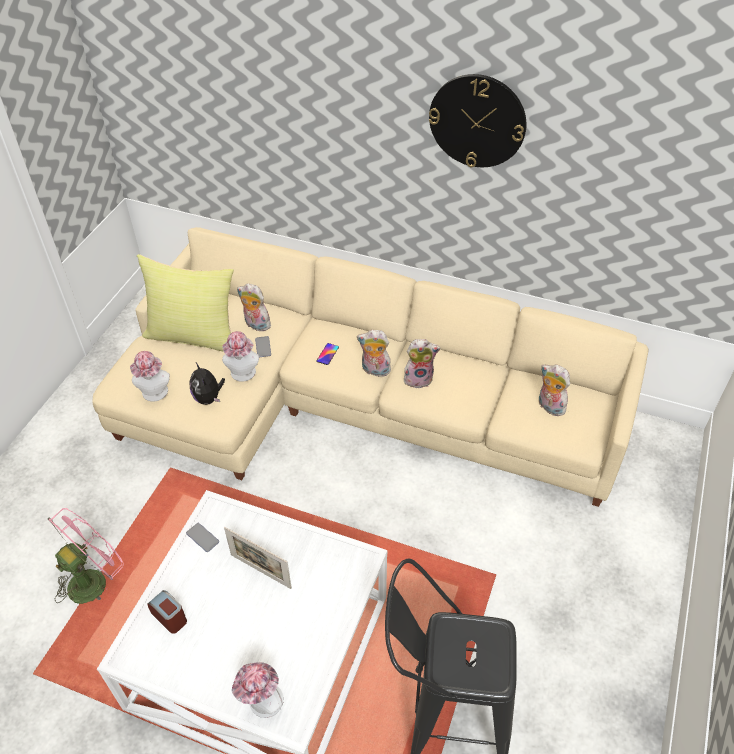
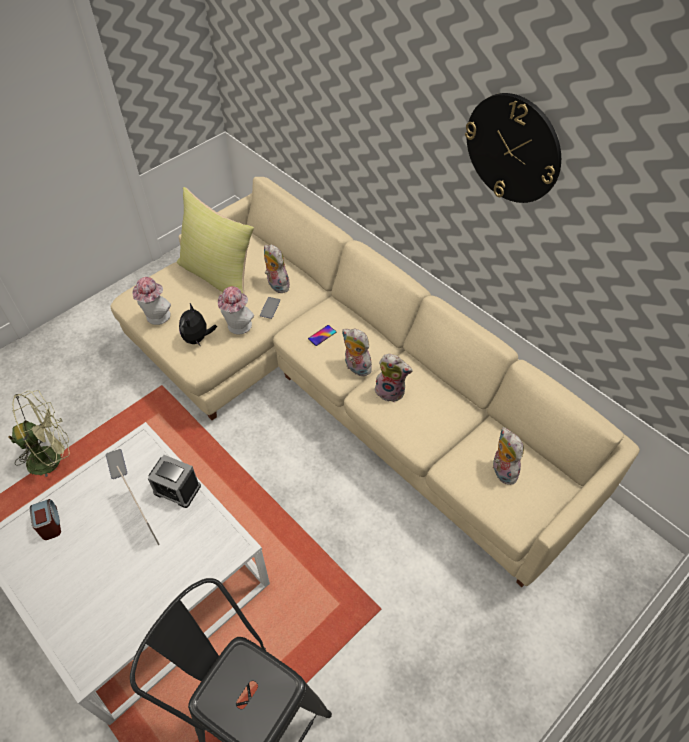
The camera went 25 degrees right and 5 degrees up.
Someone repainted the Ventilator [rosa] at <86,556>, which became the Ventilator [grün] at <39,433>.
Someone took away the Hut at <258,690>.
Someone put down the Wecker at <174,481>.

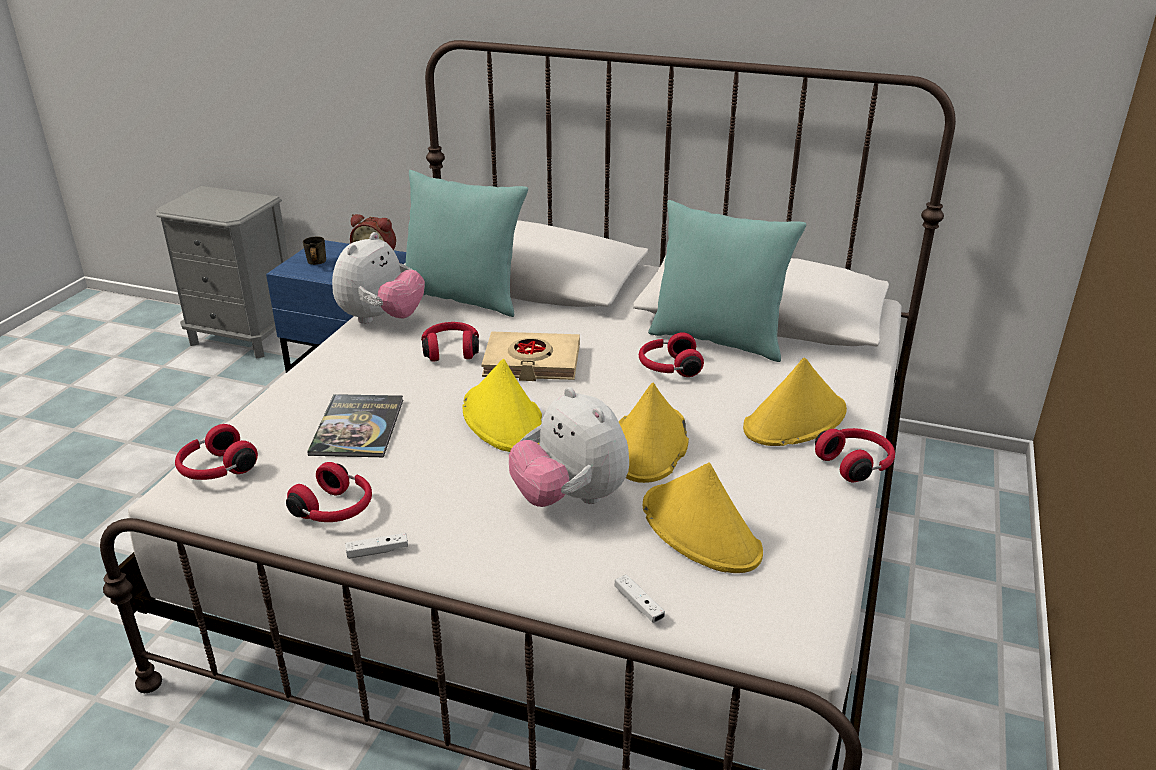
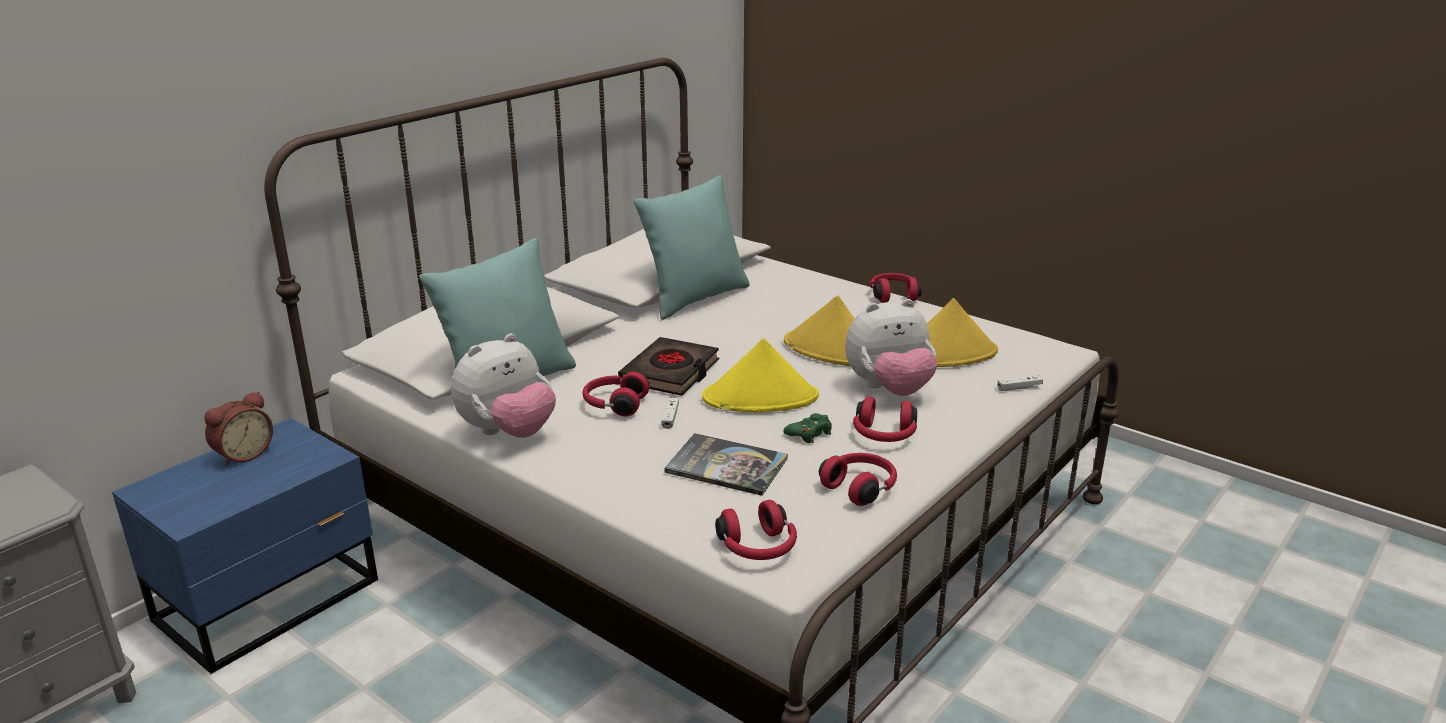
The camera went 70 degrees left and 5 degrees down.
Someone rotated the Plüschtier at <378,278> by 90 degrees clockwise.
Someone took away the Henkelbecher [grau] at <314,251>.
Someone repainted the Buch [beige] at <530,356>, which became the Buch [schwarz] at <668,366>.
Someone carried the Kopfhörer [rot] from <671,354> to <885,419>.
Someone took away the Hut [gelb] at <795,402>.
Someone carried the Gamepad [weiß] from <376,546> to <670,413>.
Someone put down the Gamepad [grün] at <808,428>.

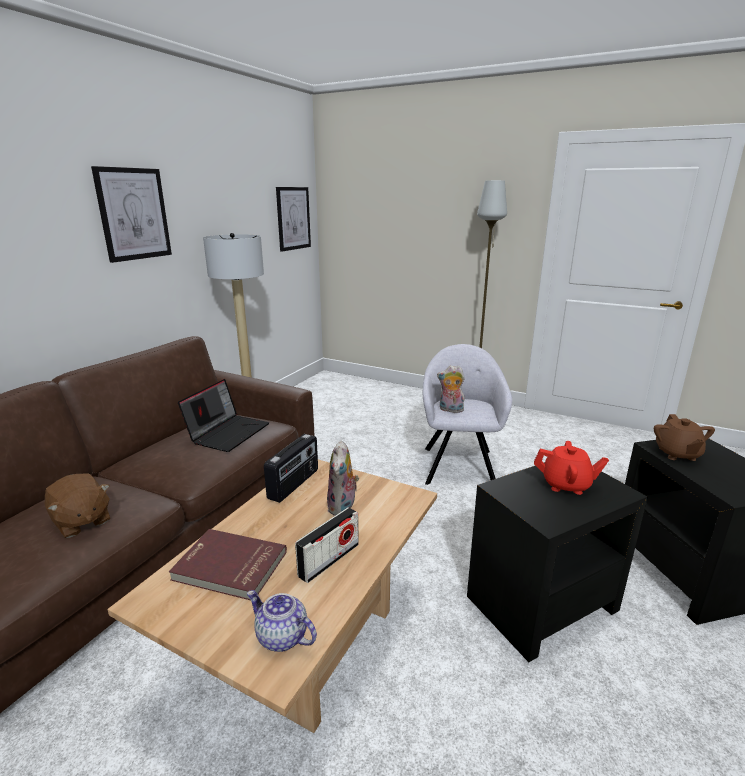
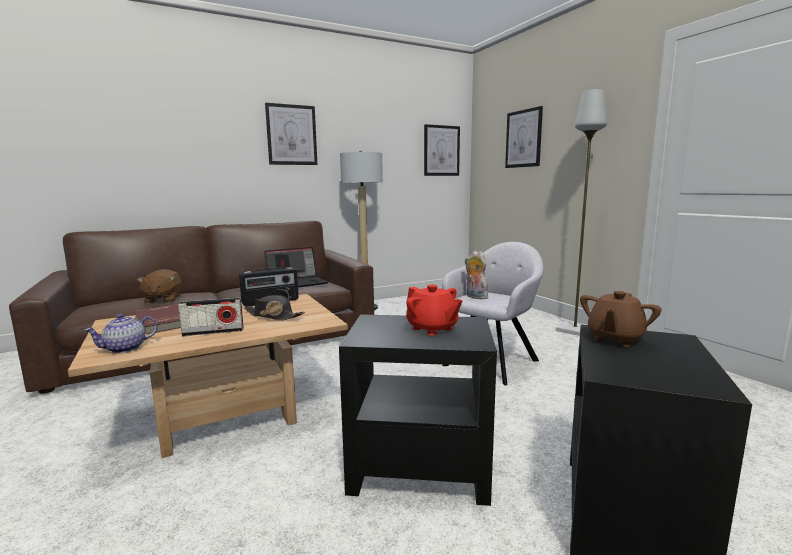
The camera went 35 degrees right and 10 degrees down.
Someone swapped the Plüschtier at <343,478> for the Hut [schwarz] at <274,304>.
Someone rotated the Teekanne at <282,621> by 105 degrees counterclockwise.
Someone put up the Bild at <524,137>.

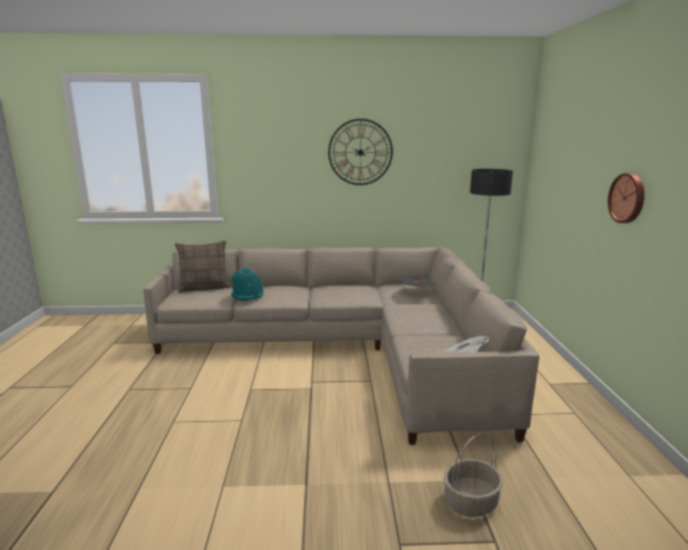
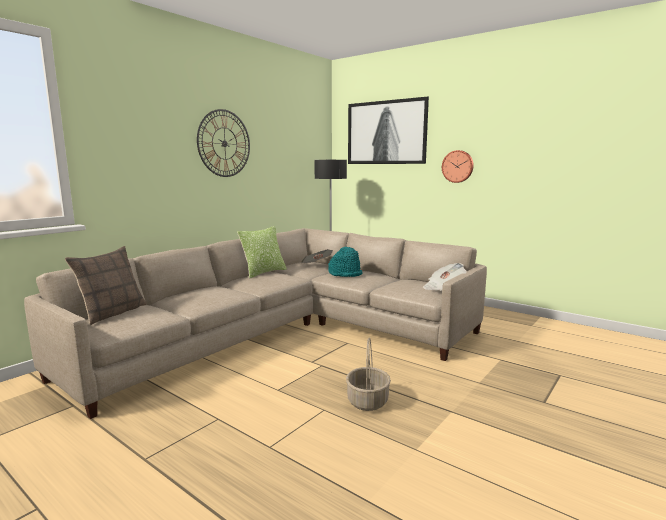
The camera went 50 degrees left and 5 degrees down.
Someone carried the Hut [türkis] from <247,284> to <345,262>.
Someone carried the Korb from <473,475> to <368,374>.
Someone put up the Bild at <388,130>.
Someone put down the Kissen at <262,252>.

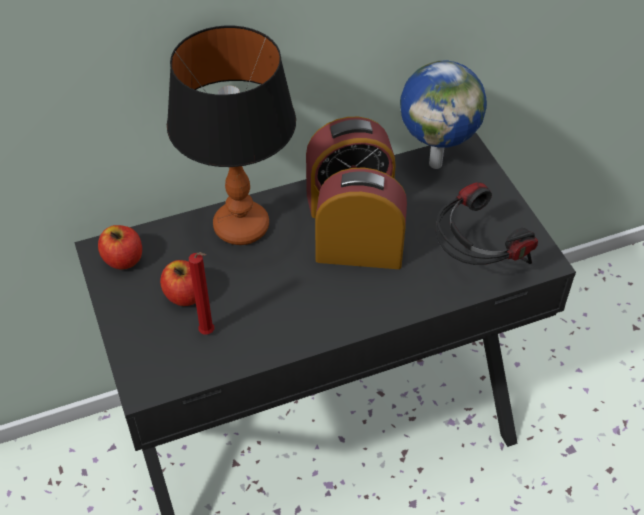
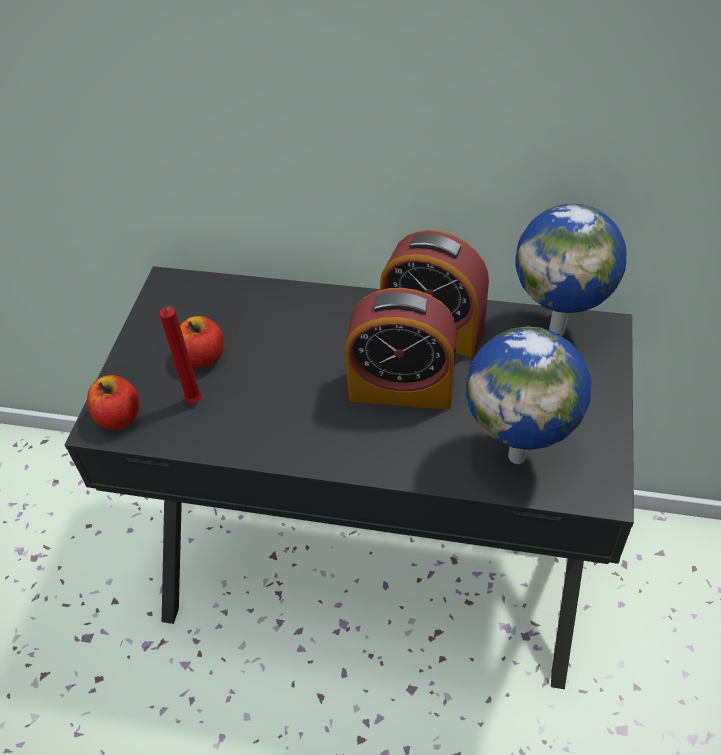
The camera went 35 degrees right and 0 degrees up.
Someone took away the Tischlampe at <231,135>.
Someone rotated the Wecker at <361,218> by 150 degrees clockwise.
Someone swapped the Kopfhörer at <486,223> for the Globus at <528,395>.
Someone carried the Apfel from <120,247> to <113,402>.

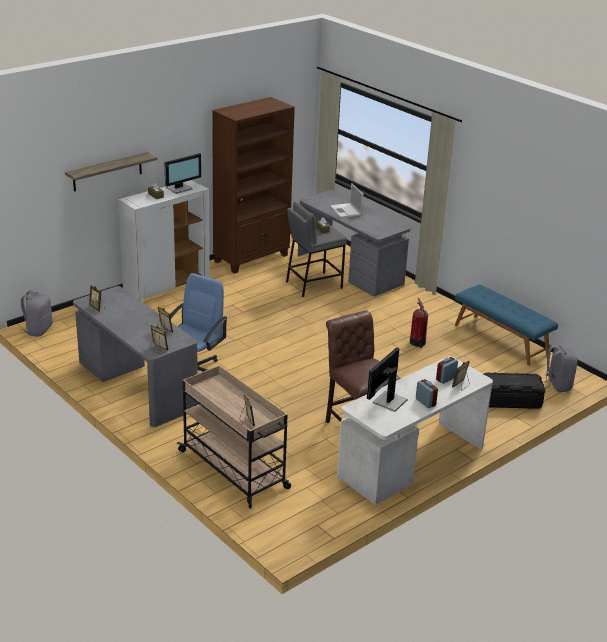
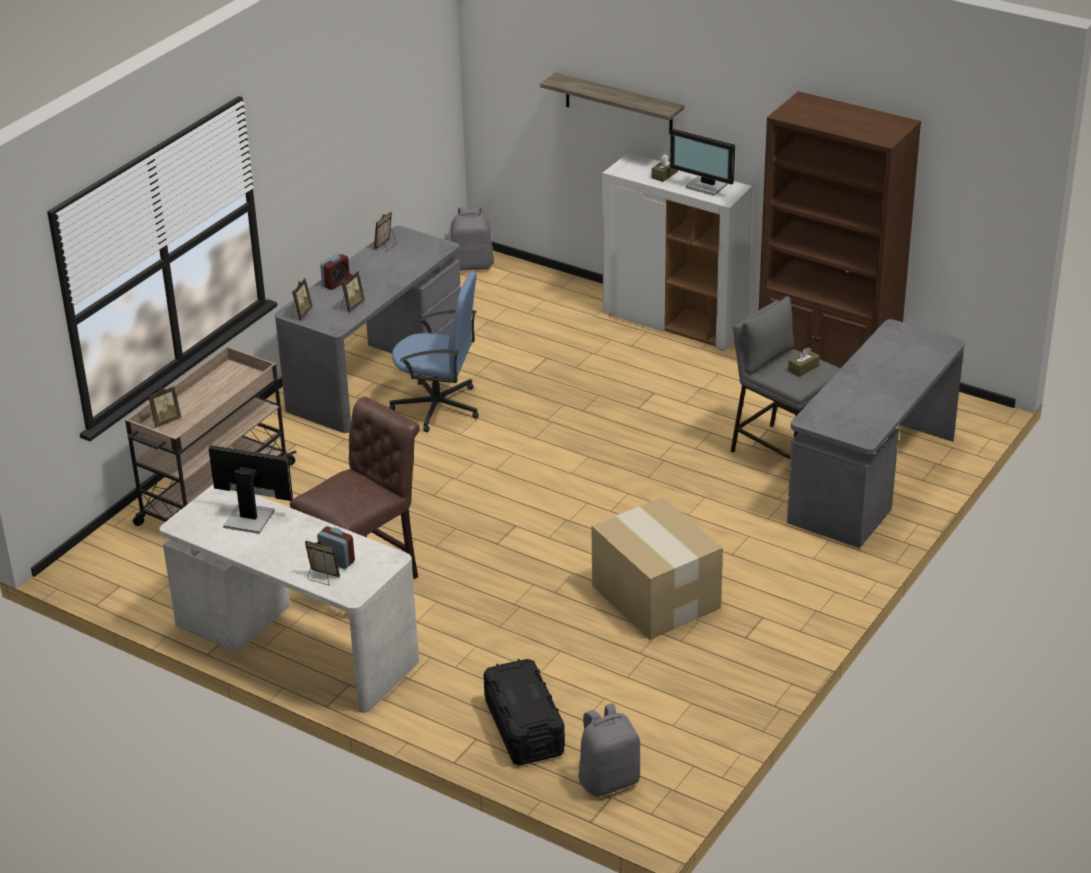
The camera went 75 degrees right and 5 degrees up.
Someone took away the Laptop at <347,200>.
Someone took away the Bank [blau] at <506,325>.
Someone swapped the Feuerlöscher at <419,323> for the Karton at <657,568>.
Someone carried the Wecker from <427,393> to <335,271>.

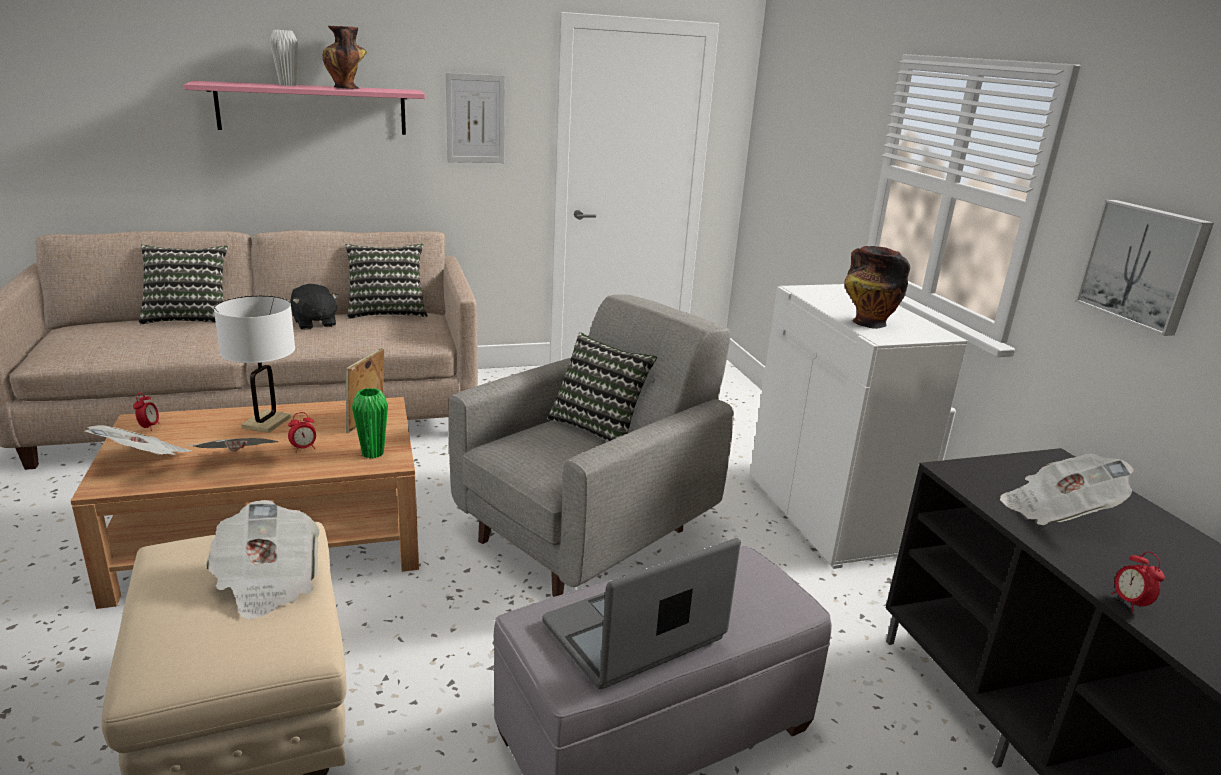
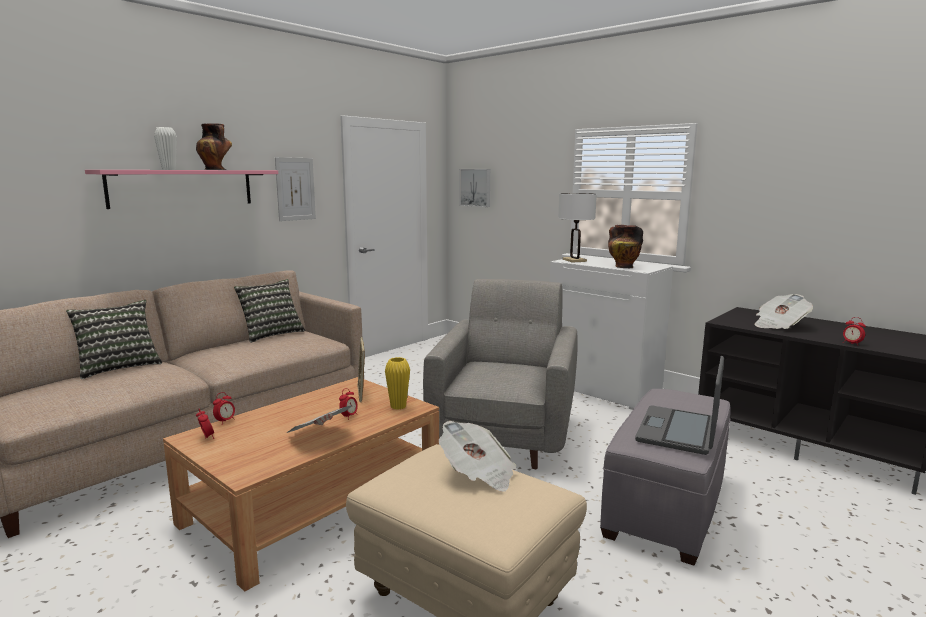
The camera went 30 degrees left and 10 degrees down.
Someone carried the Bild from <1144,268> to <474,188>.
Someone took away the Plüschtier [schwarz] at <314,307>.
Someone carried the Tischlampe [weiß] from <254,364> to <577,228>.
Someone took away the Kissen at <602,386>.
Someone repainted the Vase [grün] at <370,423>, which became the Vase [gelb] at <397,383>.
Someone took away the Zeitung at <138,440>.
Someone put down the Wecker at <224,408>.

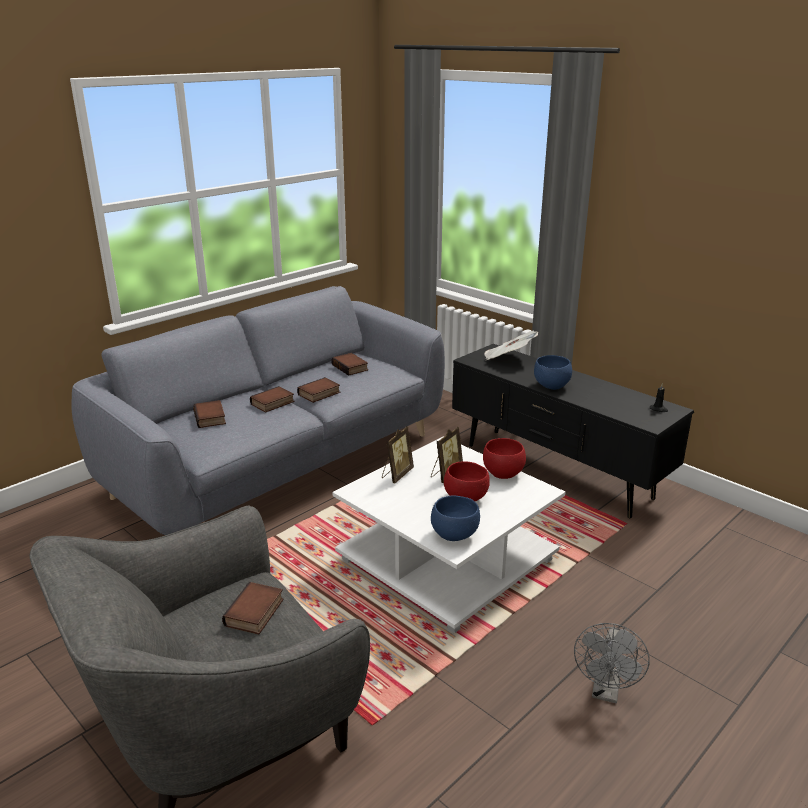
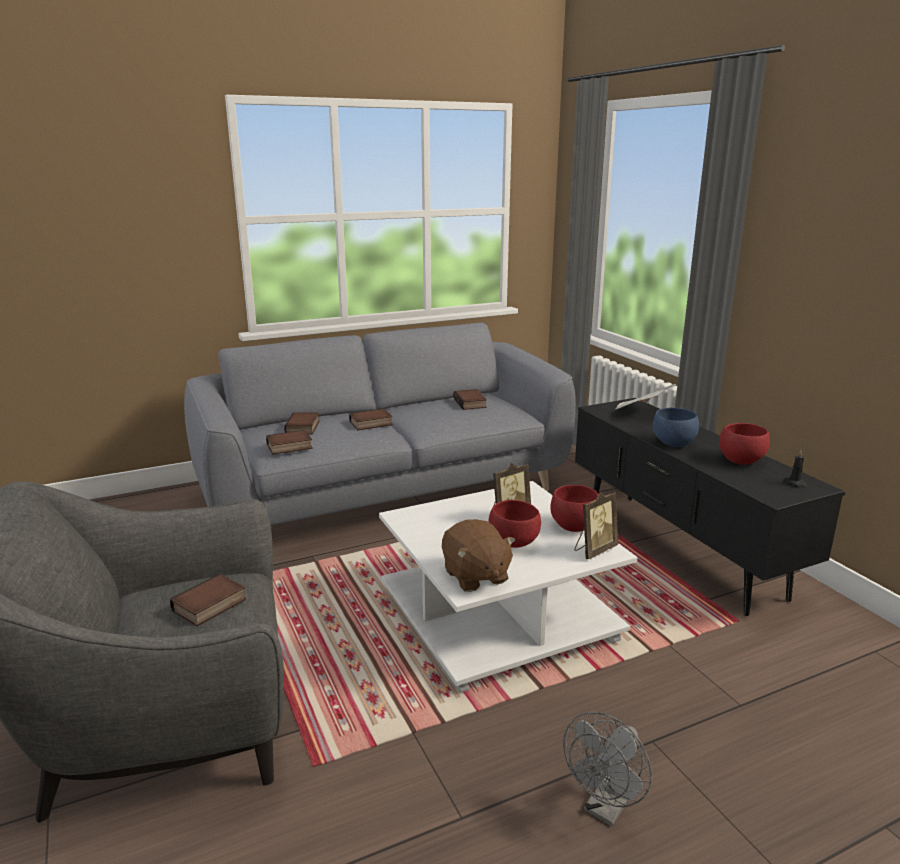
The camera went 20 degrees right and 5 degrees down.
Someone carried the Buch from <318,390> to <289,442>.
Someone carried the Bilderrahmen from <398,454> to <596,525>.
Someone swapped the Schüssel [blau] at <455,518> for the Plüschtier [braun] at <478,555>.
Someone put down the Schüssel [rot] at <744,444>.

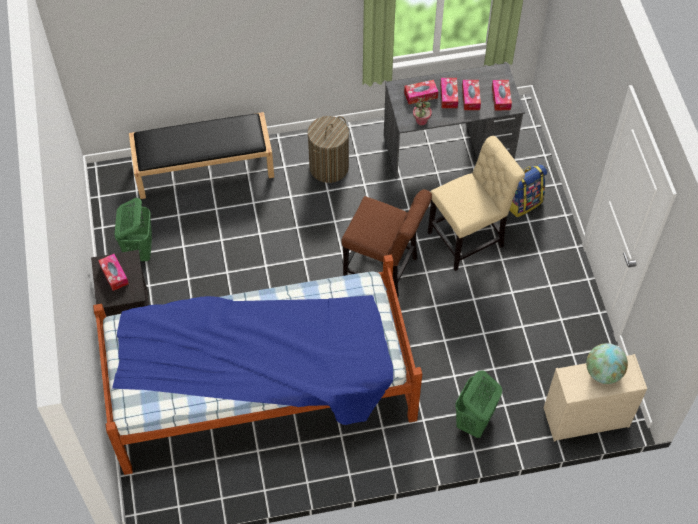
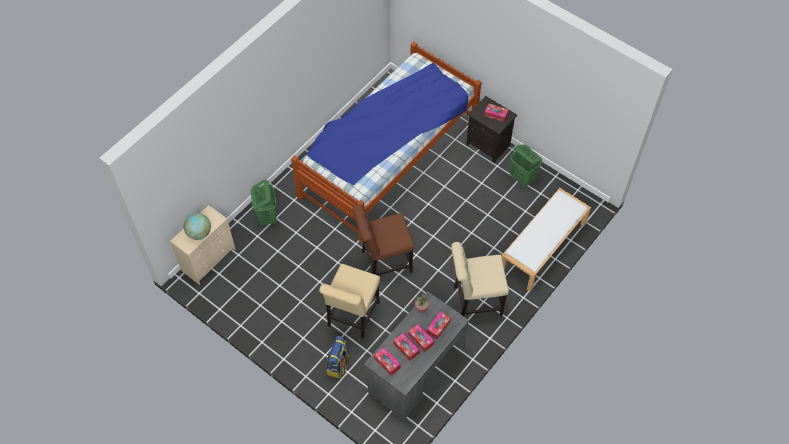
The camera went 140 degrees right and 0 degrees up.
Someone repainted the Bank [schwarz] at <201,155>, which became the Bank [weiß] at <546,240>.
Someone swapped the Wäschekorb at <328,149> for the Stuhl [beige] at <480,279>.

